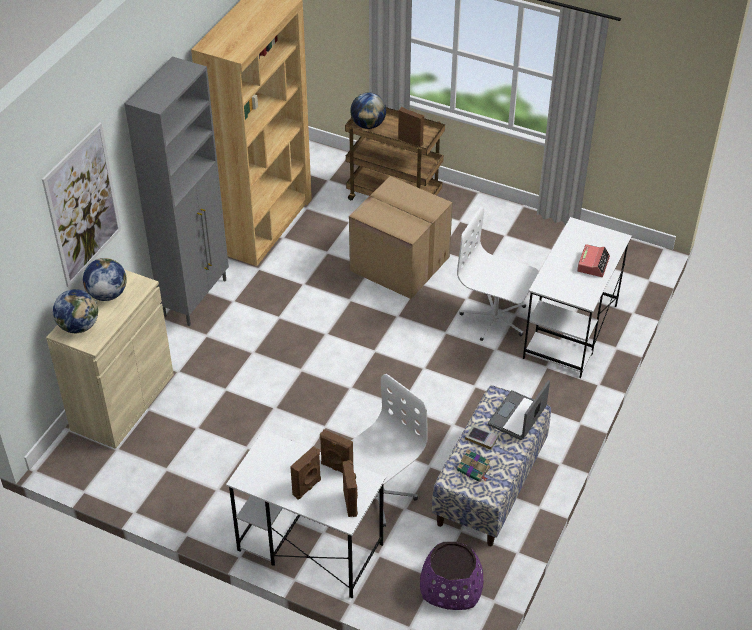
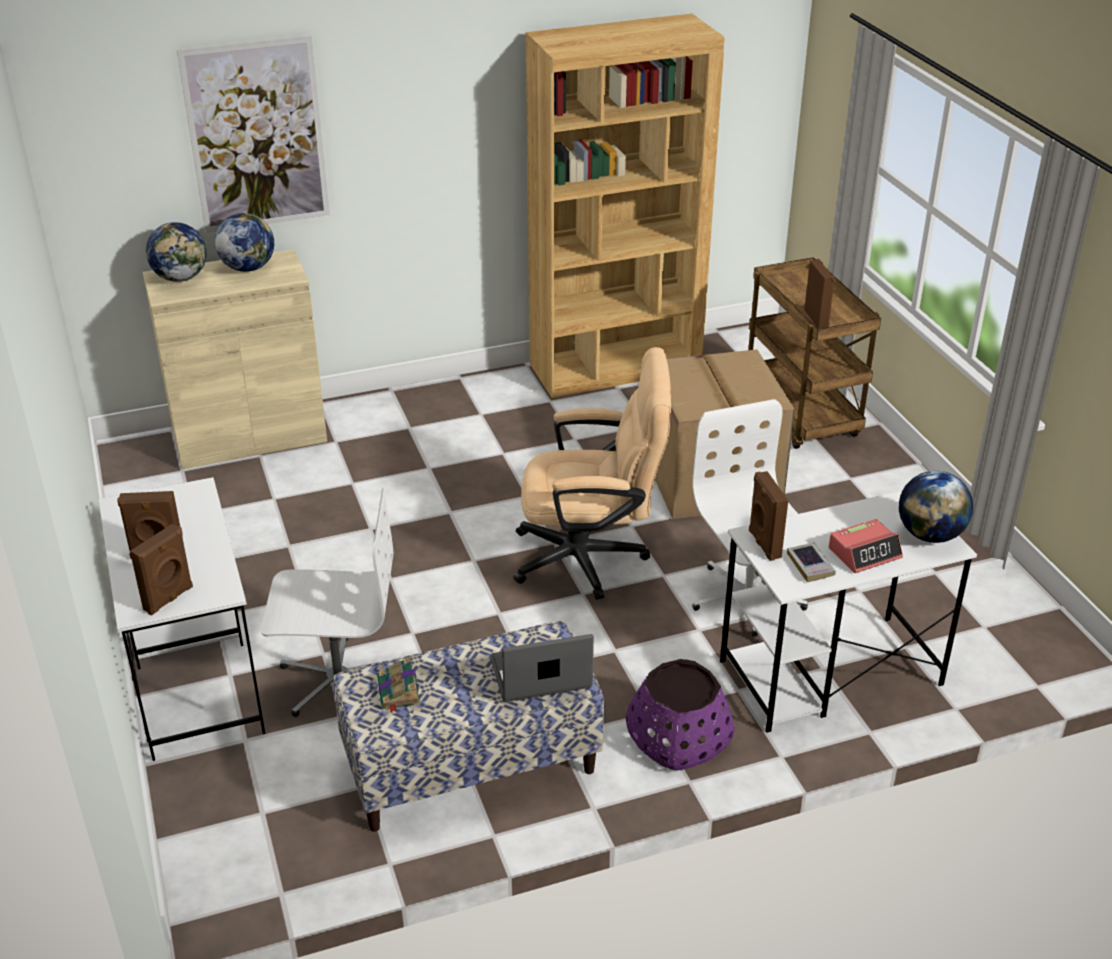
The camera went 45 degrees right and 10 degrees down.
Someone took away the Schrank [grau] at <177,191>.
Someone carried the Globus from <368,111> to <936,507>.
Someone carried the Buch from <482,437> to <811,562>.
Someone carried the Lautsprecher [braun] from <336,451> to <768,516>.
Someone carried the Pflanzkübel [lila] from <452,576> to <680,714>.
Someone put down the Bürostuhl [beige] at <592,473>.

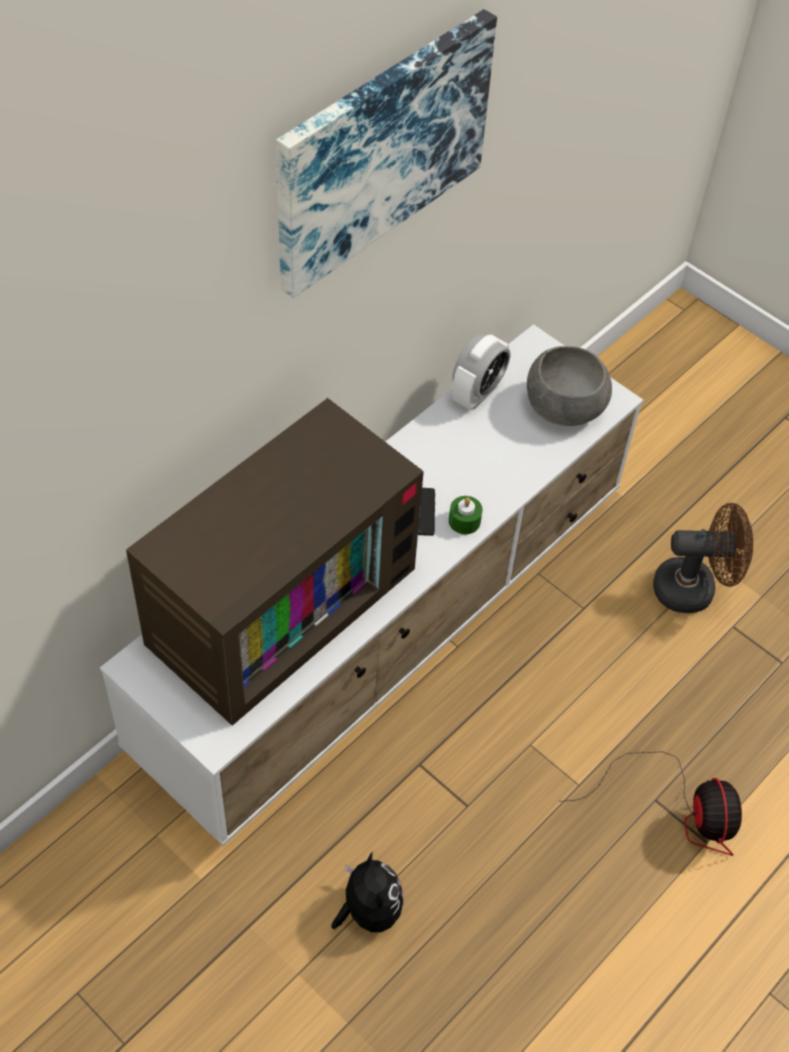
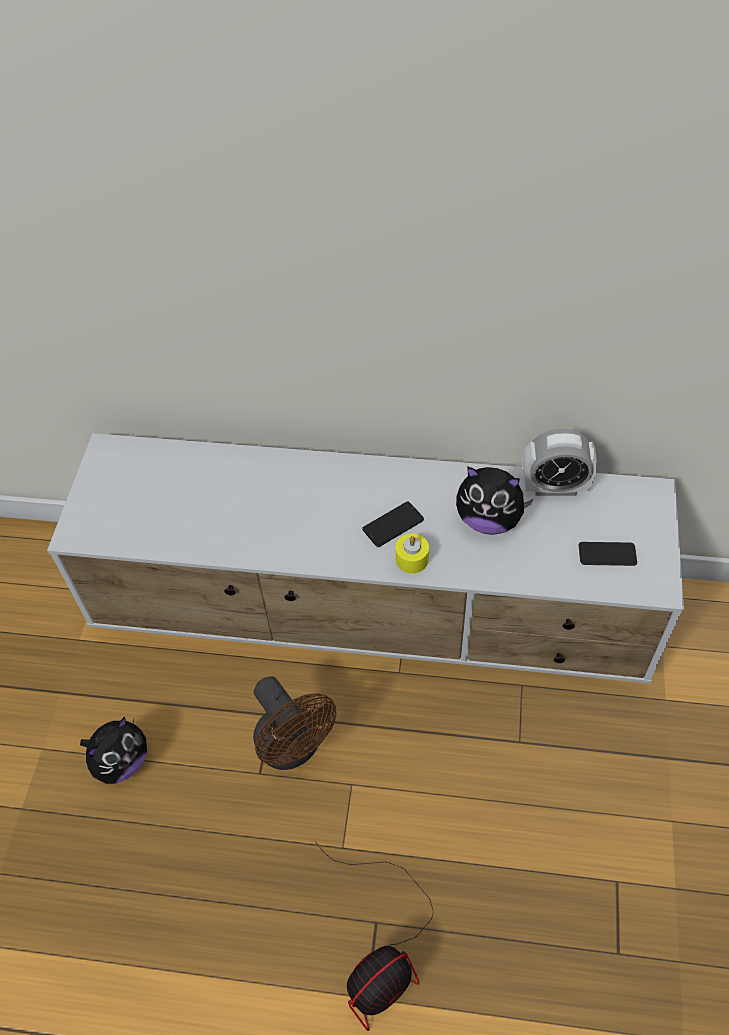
The camera went 60 degrees right and 0 degrees up.
Someone took away the Bild at <386,153>.
Someone swapped the Schüssel [grau] at <569,386> for the Handy at <608,554>.
Someone took away the Fernseher at <275,562>.
Someone repainted the Kerze [grün] at <466,515>, which became the Kerze [gelb] at <412,553>.
Someone carried the Ventilator [braun] from <703,558> to <294,723>.
Someone put down the Plüschtier at <495,500>.

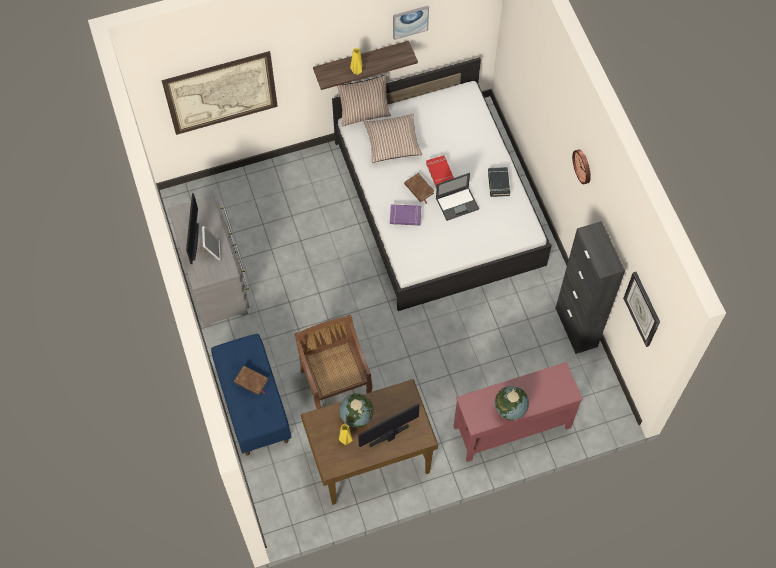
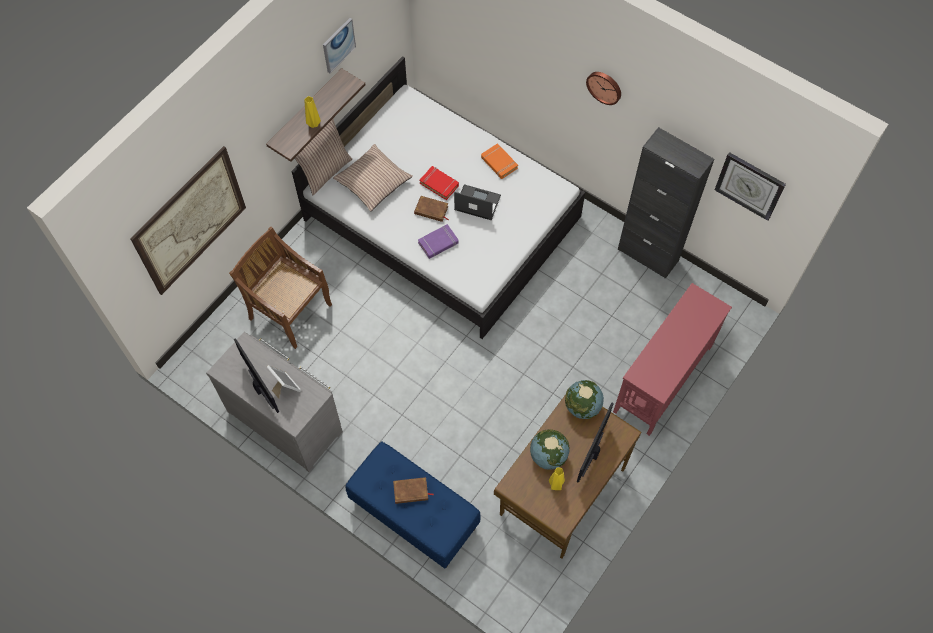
The camera went 35 degrees left and 0 degrees up.
Someone repainted the Buch [schwarz] at <499,182>, which became the Buch [orange] at <499,161>.
Someone rotated the Laptop at <457,197> by 105 degrees counterclockwise.
Someone carried the Stuhl [braun] from <333,361> to <280,288>.
Someone carried the Globus from <512,403> to <584,399>.

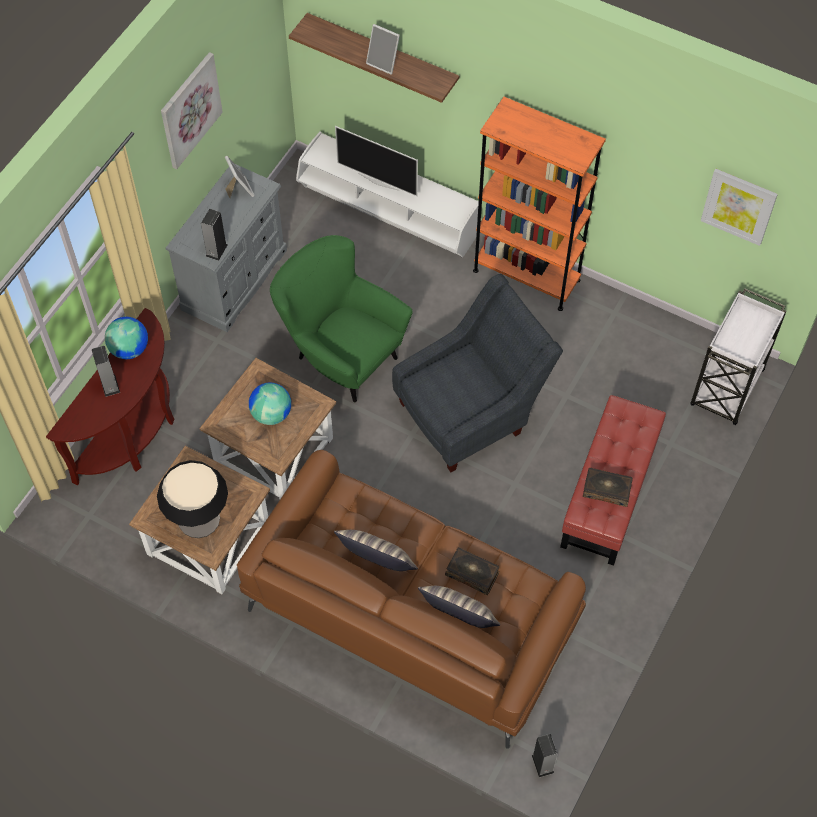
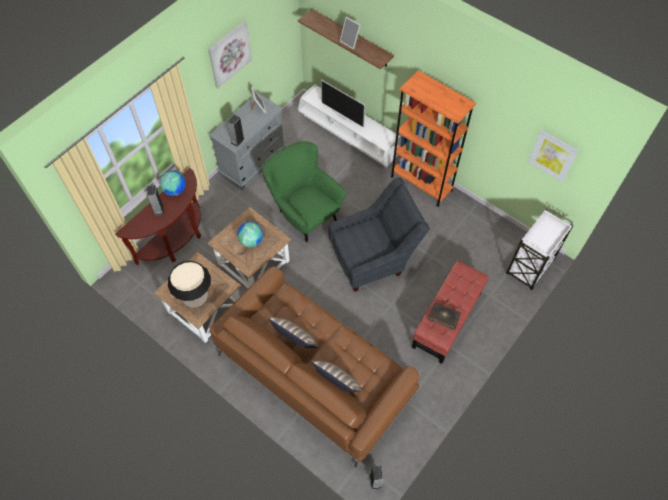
The camera went 10 degrees right and 0 degrees up.
Someone took away the Buch at <472,571>.

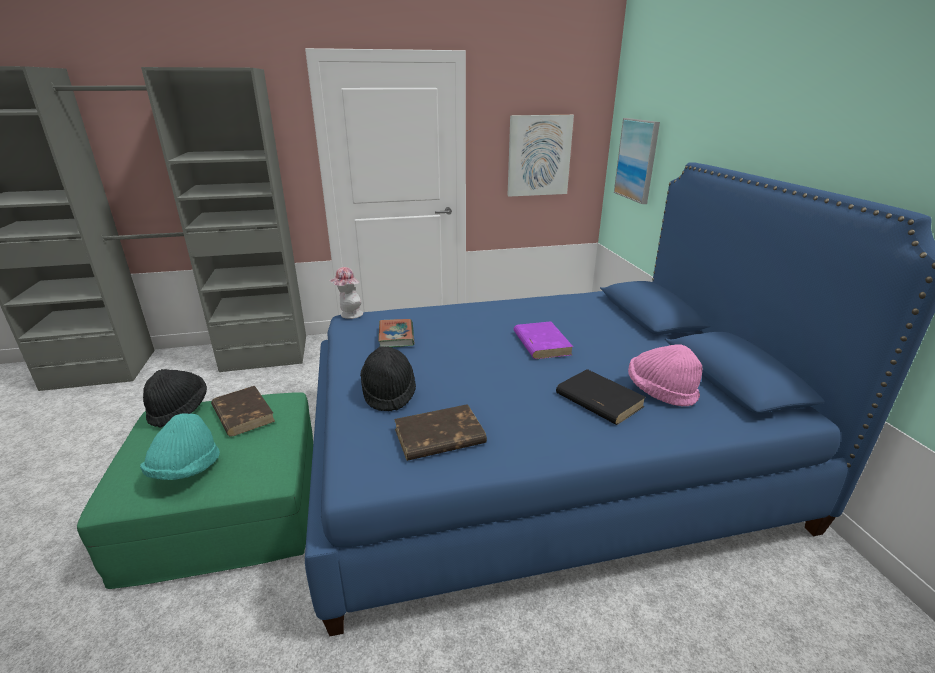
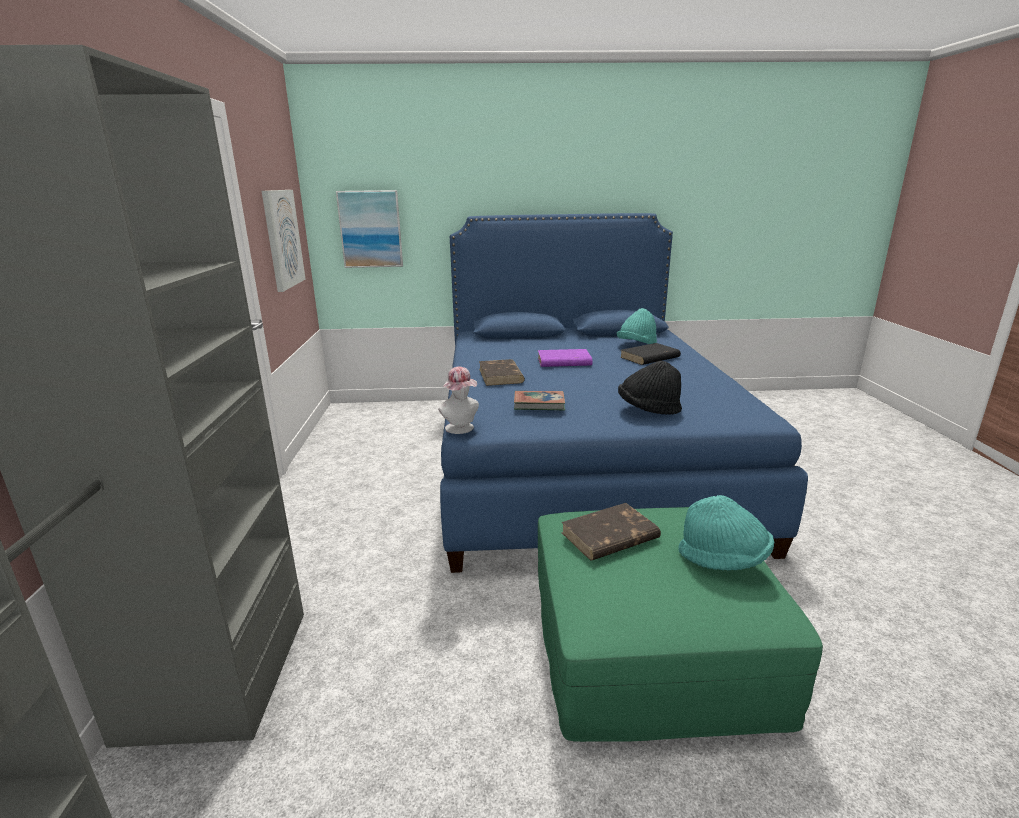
The camera went 80 degrees left and 5 degrees down.
Someone repainted the Hut [rosa] at <665,375>, which became the Hut [türkis] at <637,326>.
Someone took away the Hut [schwarz] at <175,398>.
Someone carried the Buch [braun] from <440,432> to <502,372>.

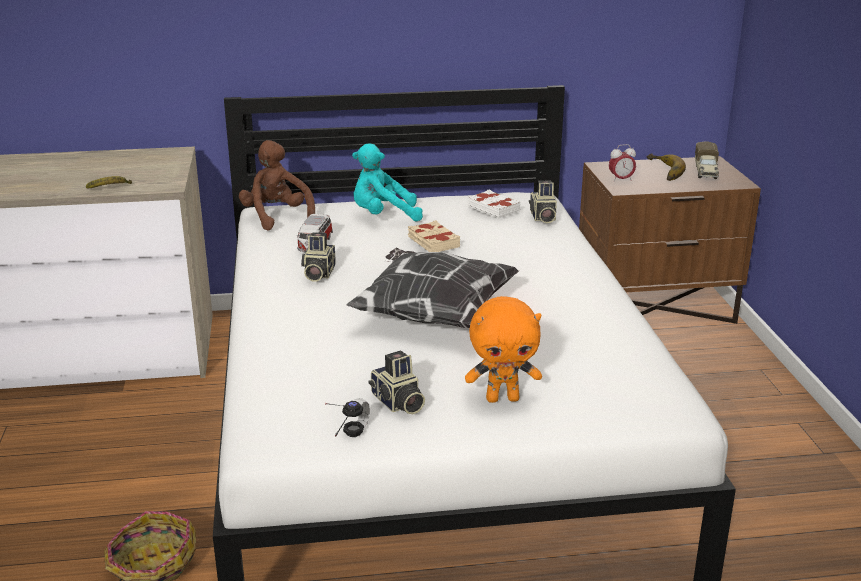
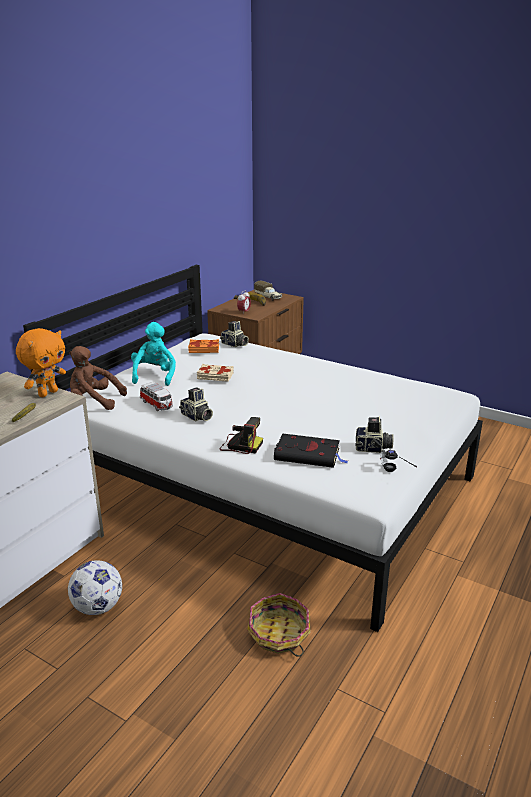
The camera went 50 degrees left and 0 degrees up.
Someone rotated the Plüschtier [türkis] at <387,182> by 150 degrees clockwise.
Someone repainted the Buch [weiß] at <494,204>, which became the Buch [orange] at <203,346>.
Someone took away the Kissen at <432,287>.
Someone carried the Plüschtier [orange] from <503,349> to <41,362>.
Someone put down the Kamera at <241,435>.
Someone put down the Buch [schwarz] at <311,451>.
Someone put down the Fußball at <95,587>.

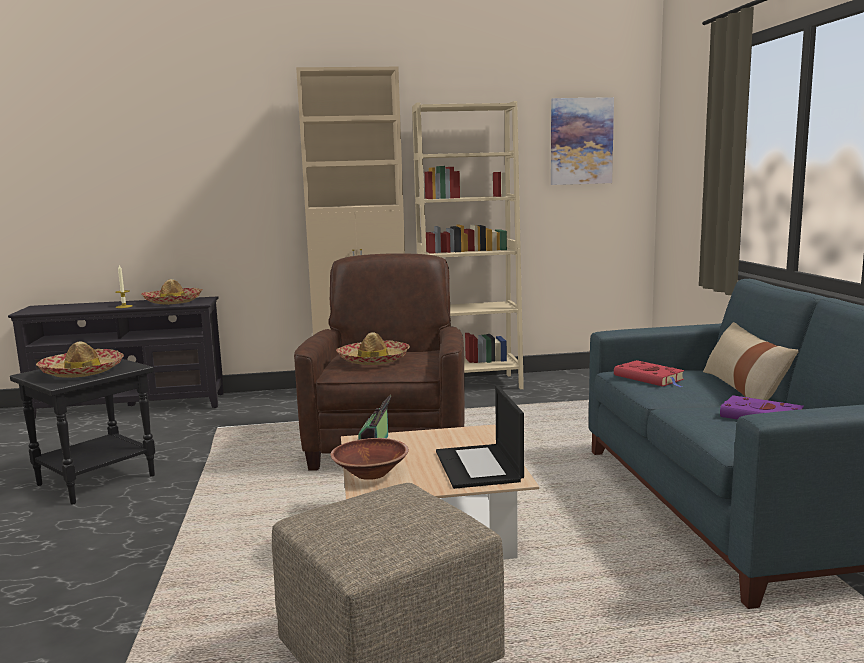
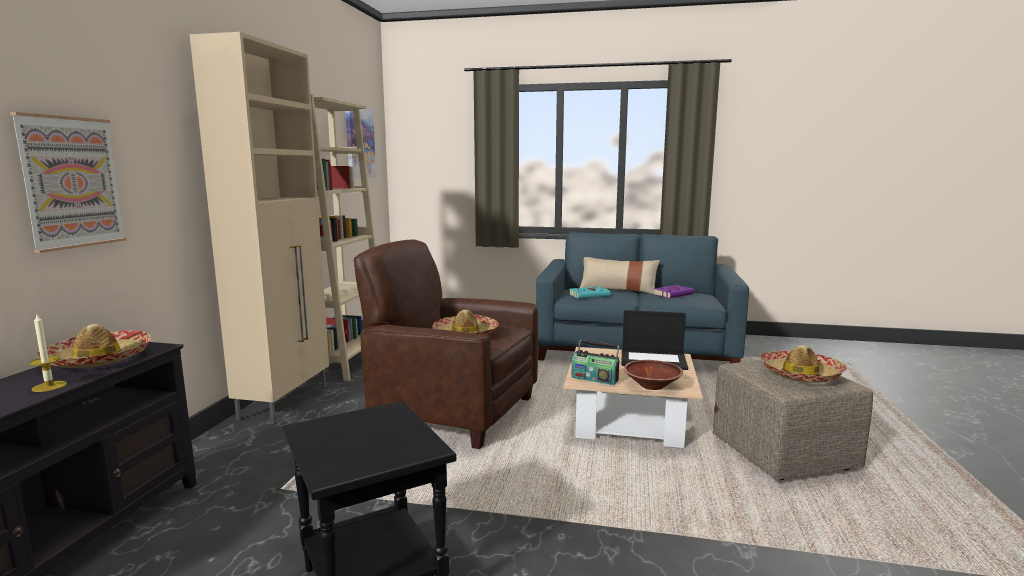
The camera went 70 degrees left and 0 degrees up.
Someone carried the Hut from <80,359> to <803,363>.
Someone repainted the Buch [rot] at <649,373>, which became the Buch [türkis] at <590,292>.
Someone put up the Bild at <68,182>.

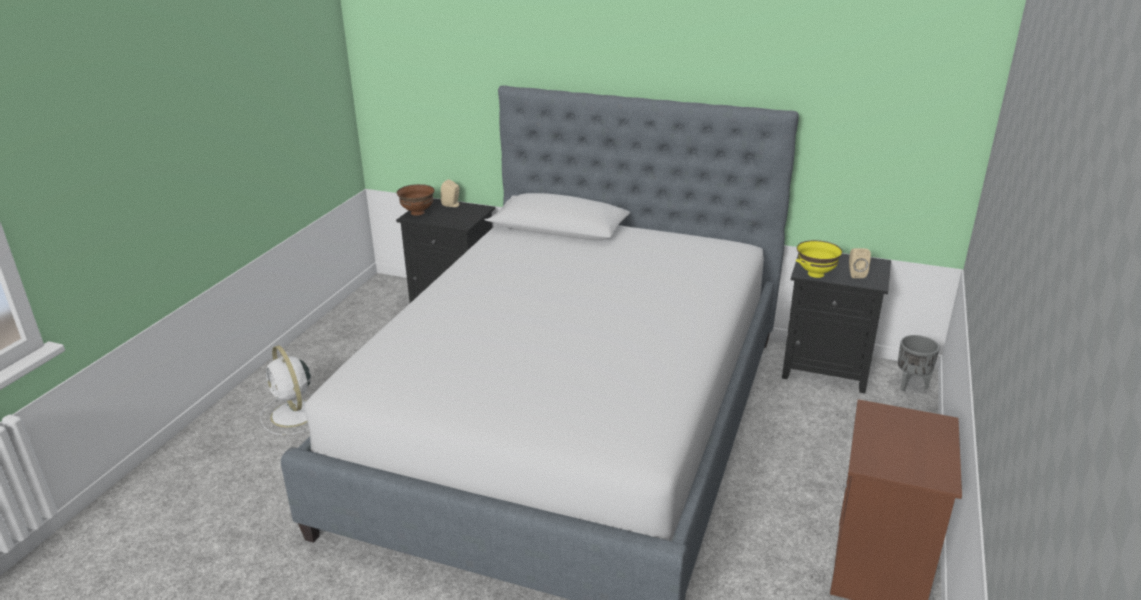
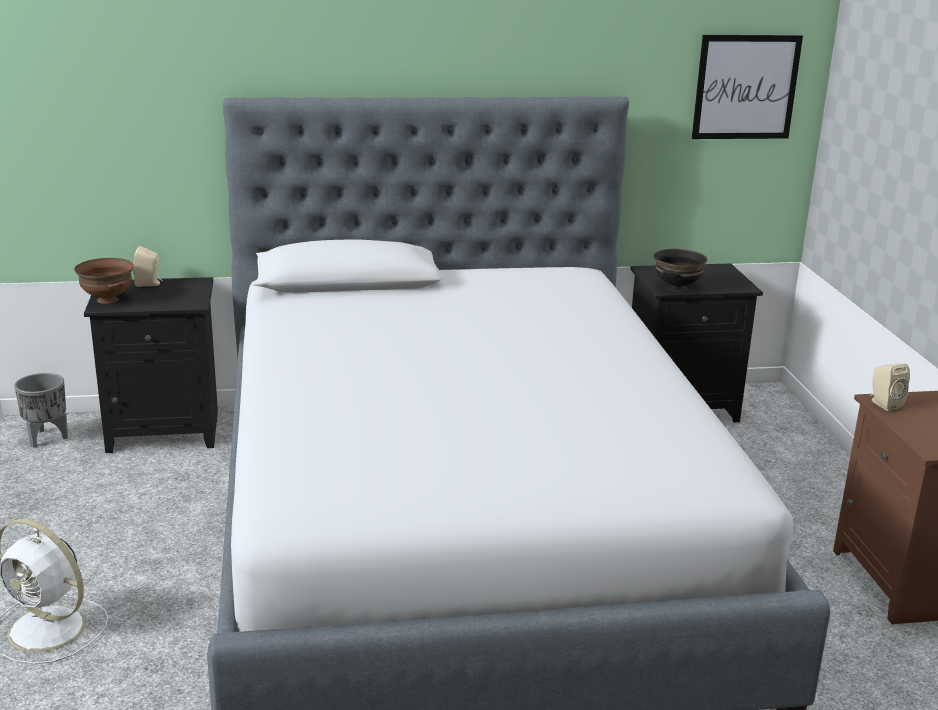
The camera went 30 degrees left and 5 degrees down.
Someone repainted the Schüssel [gelb] at <819,259>, which became the Schüssel [schwarz] at <680,270>.
Someone carried the Lautsprecher [beige] from <860,263> to <890,387>.
Someone carried the Pflanzkübel [grau] from <919,363> to <41,410>.
Someone put up the Bild at <747,87>.

